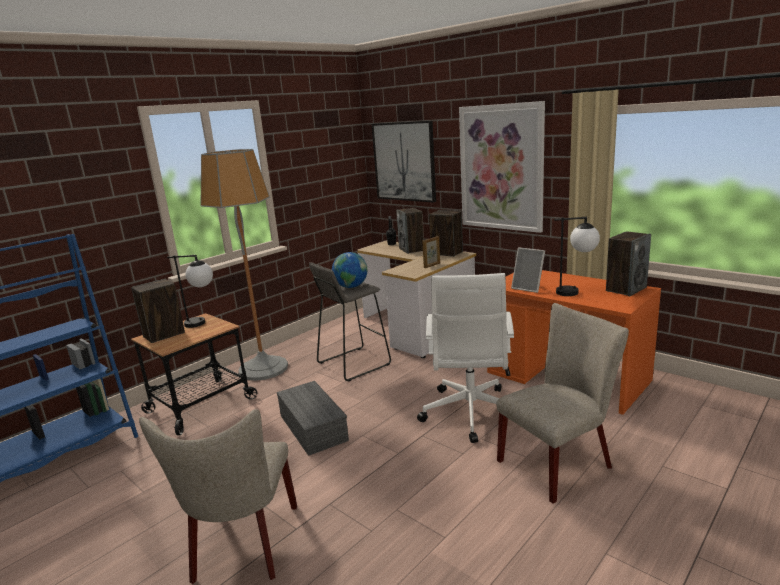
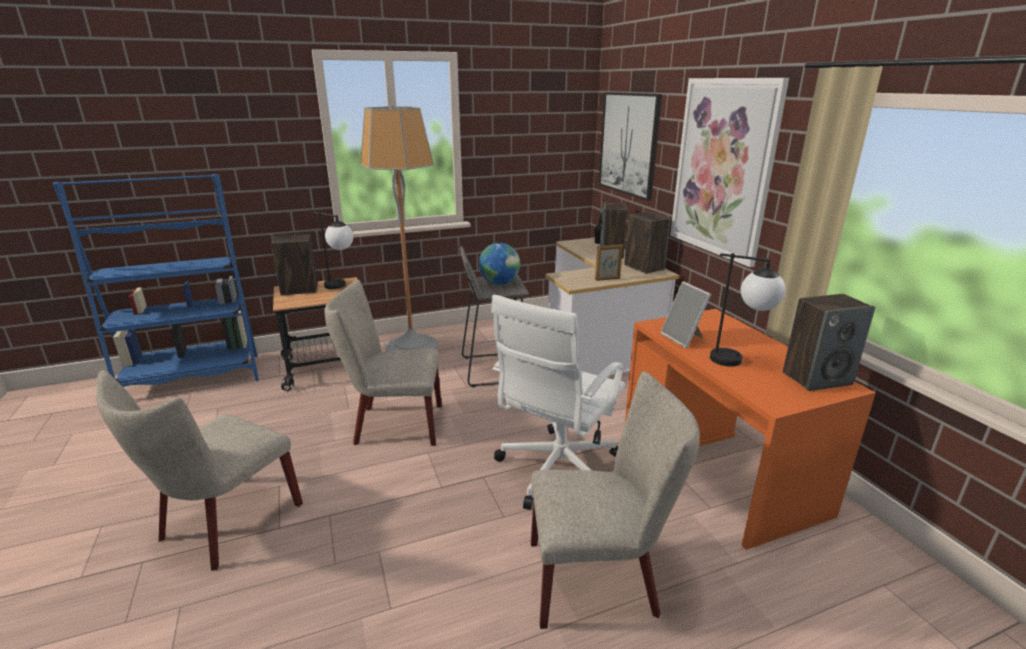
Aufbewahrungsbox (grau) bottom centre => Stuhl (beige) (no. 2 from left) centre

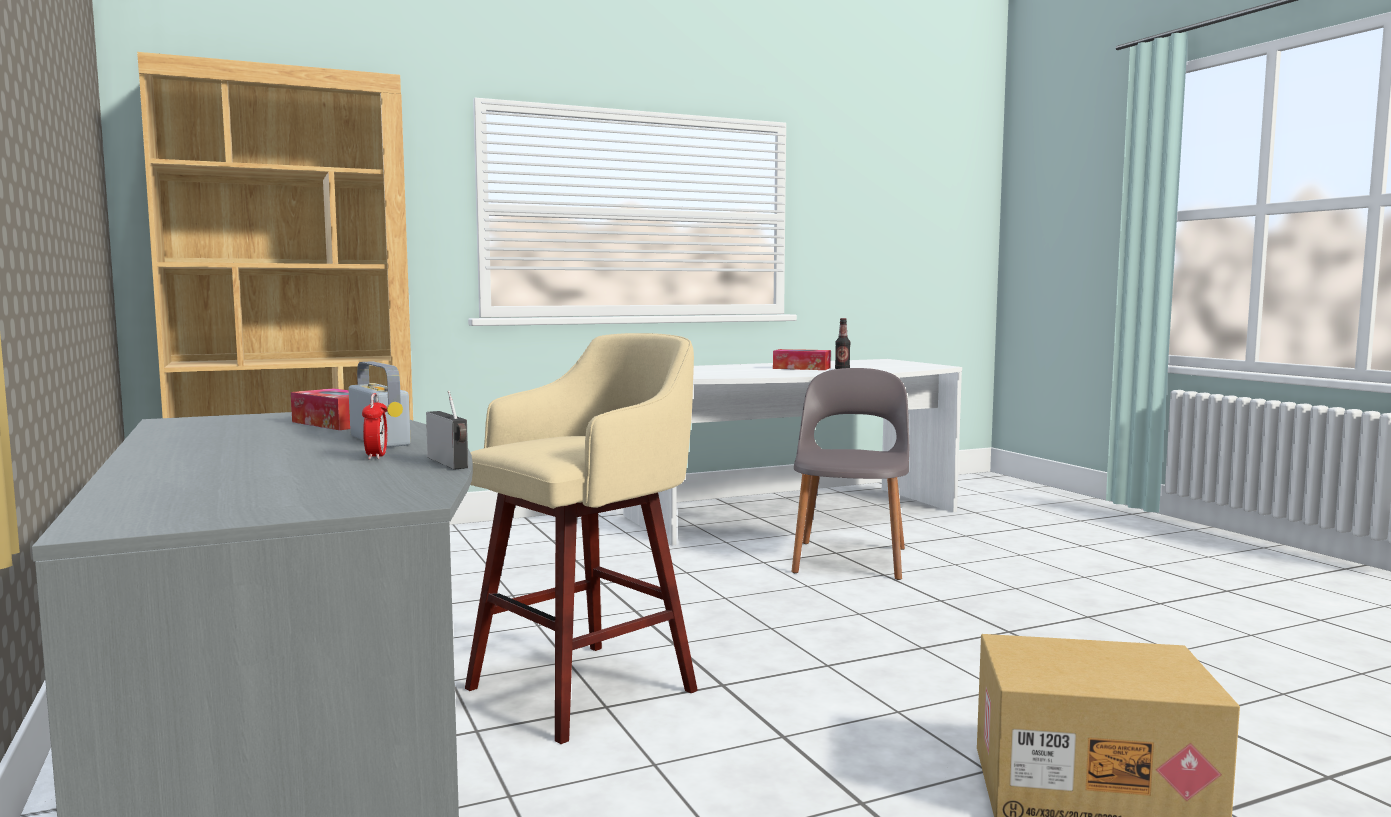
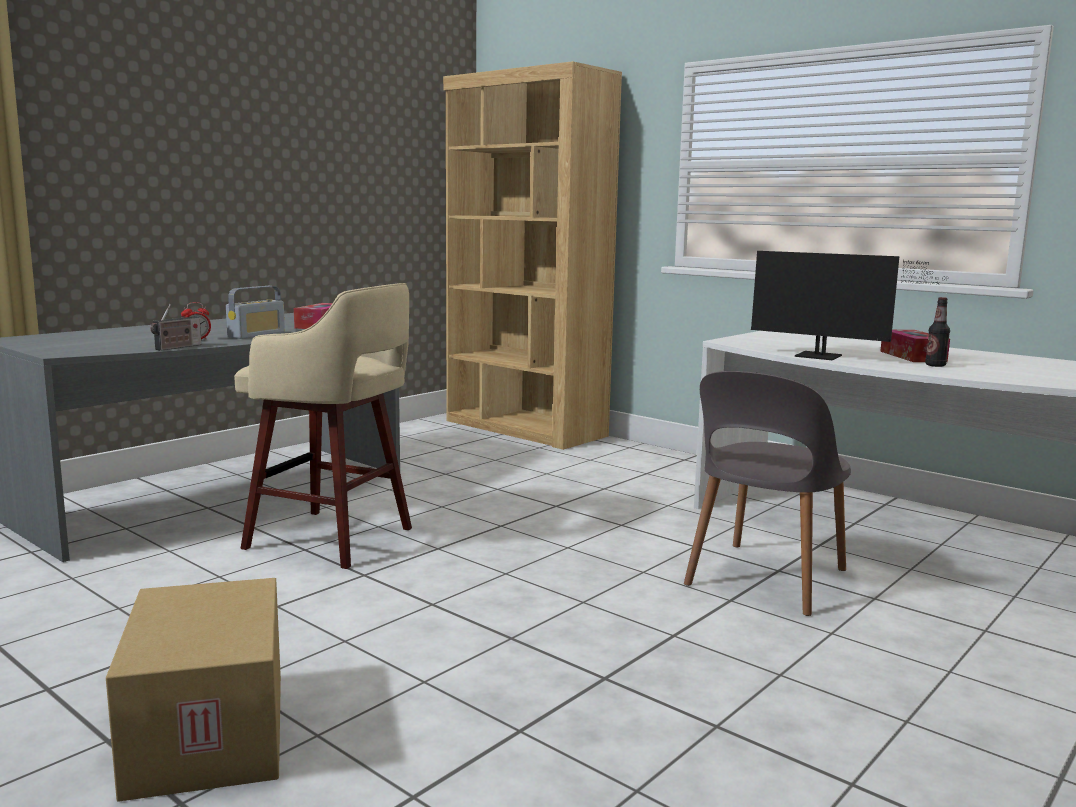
Stuhl (grau) centre => Stuhl (grau) middle right, 135 degrees clockwise
nothing => Monitor middle right

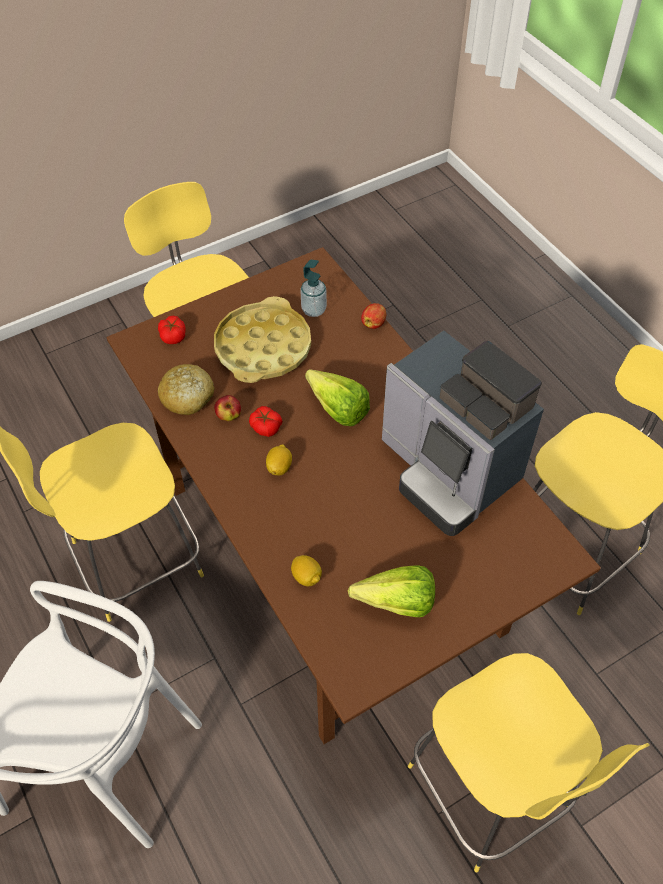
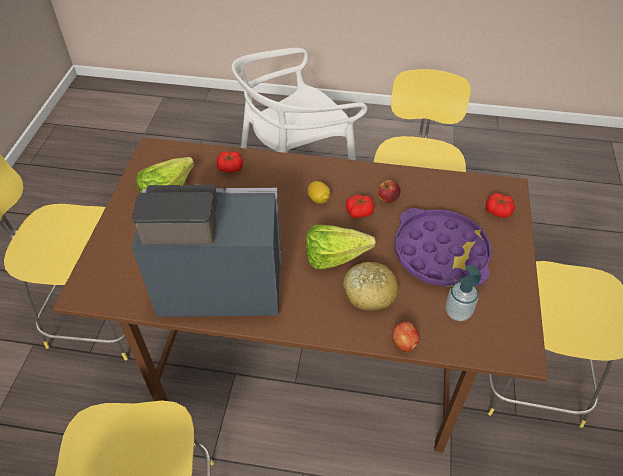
Brot middle left => Brot centre, relocated
Tablett (gelb) centre => Tablett (lila) middle right
Zitrone (no. 2 from left) centre => Tomate (no. 1 from left) centre

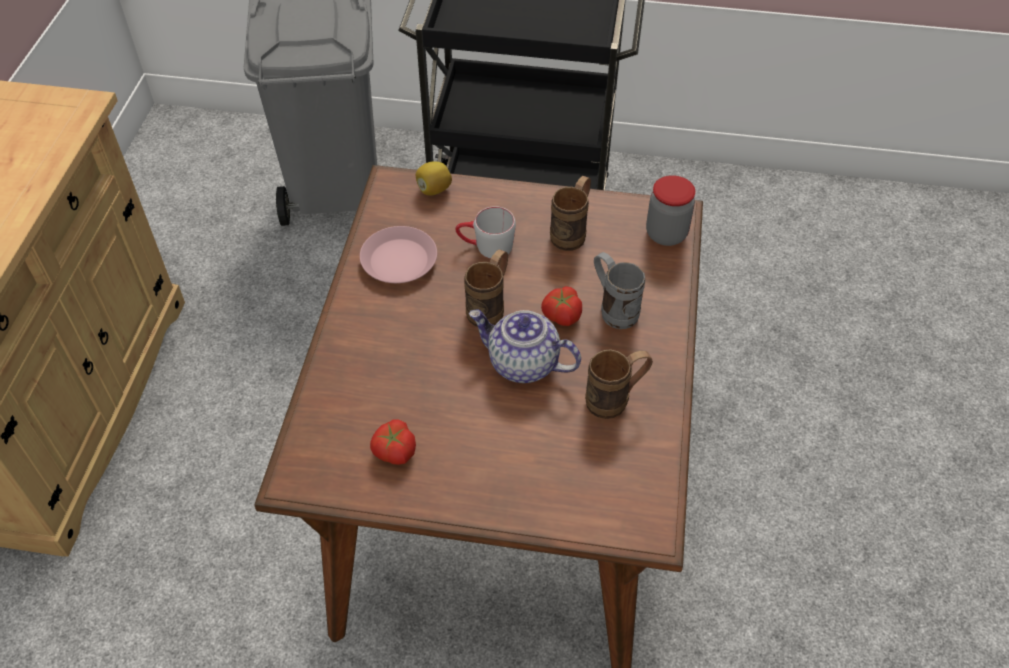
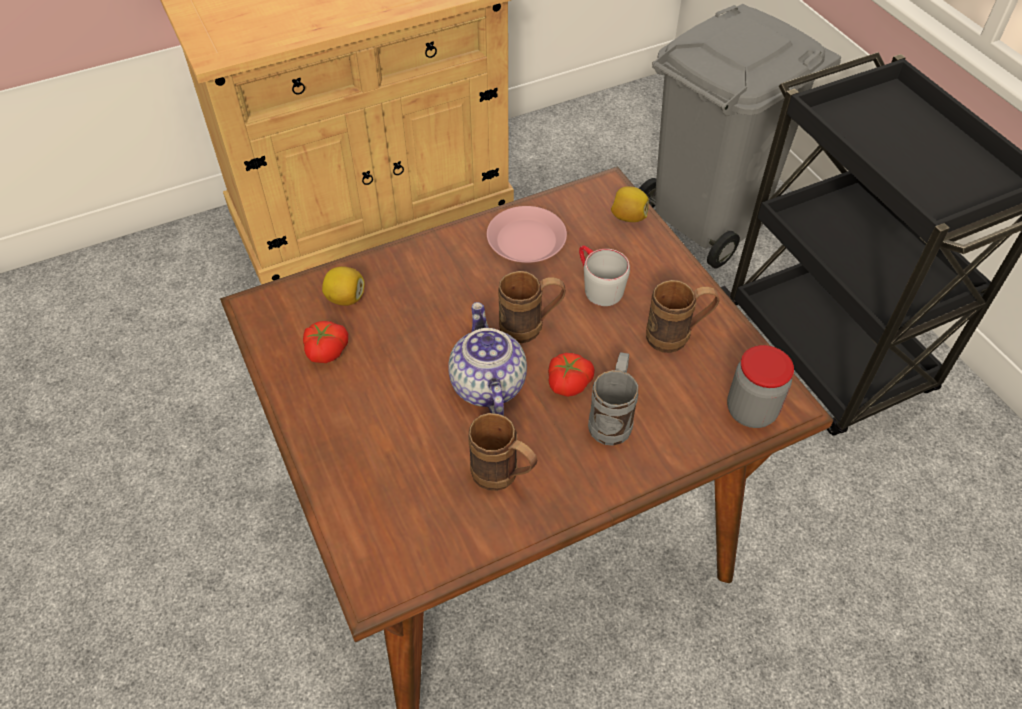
nothing => Zitrone (no. 1 from left) centre

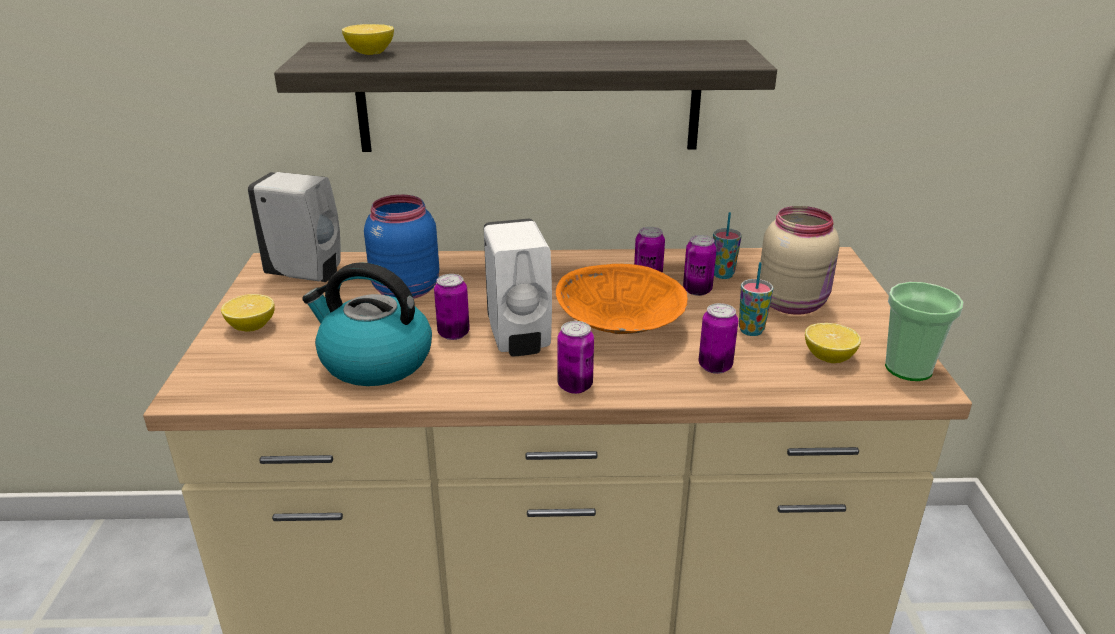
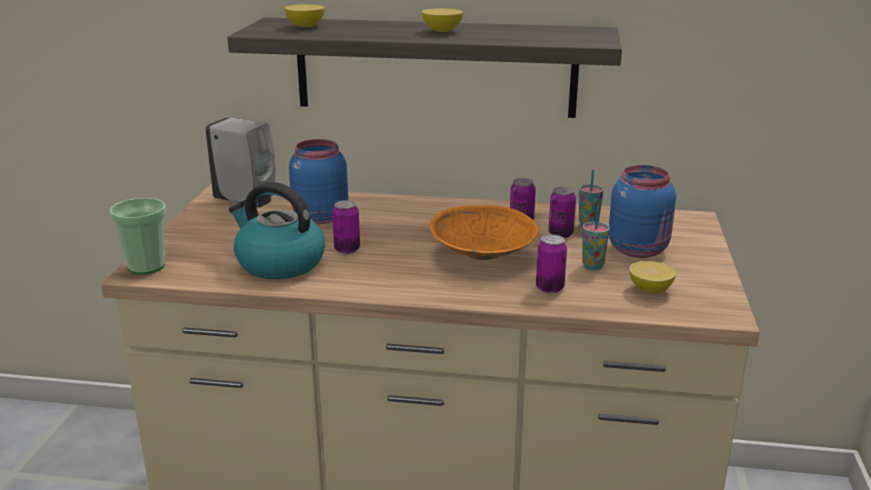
Zitrone (no. 1 from left in the first image) middle left => Zitrone (no. 2 from left) top centre, relocated
Seifenspender (weiß) (no. 2 from left) centre => nothing
Dose (no. 2 from left) centre => nothing
Vorratsglas (beige) middle right => Vorratsglas (blau) (no. 2 from left) middle right
Tasse (no. 3 from left in the first image) middle right => Tasse (no. 1 from left) middle left, relocated

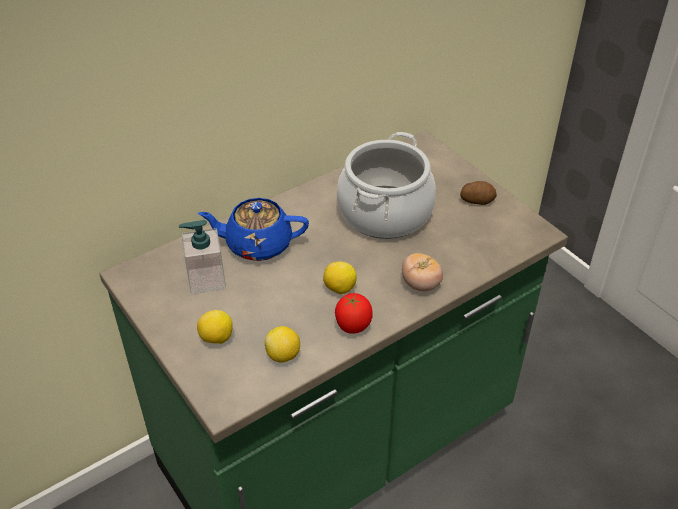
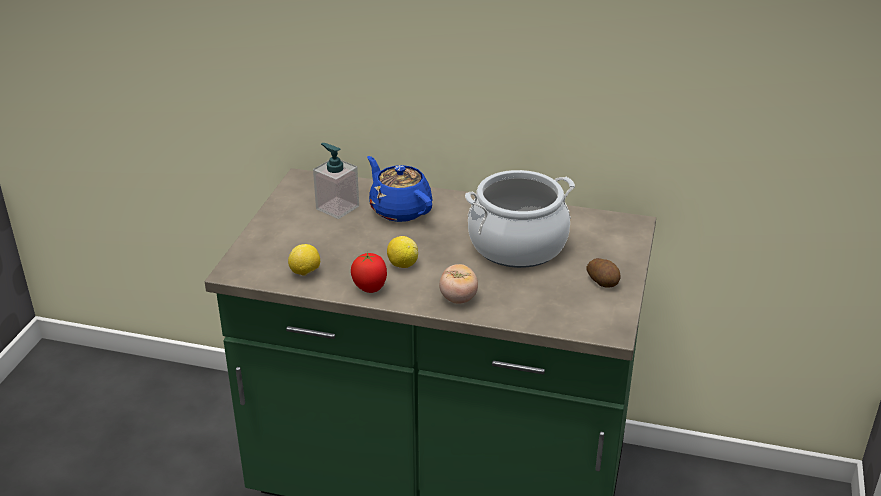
Zitrone (no. 1 from left) middle left => nothing

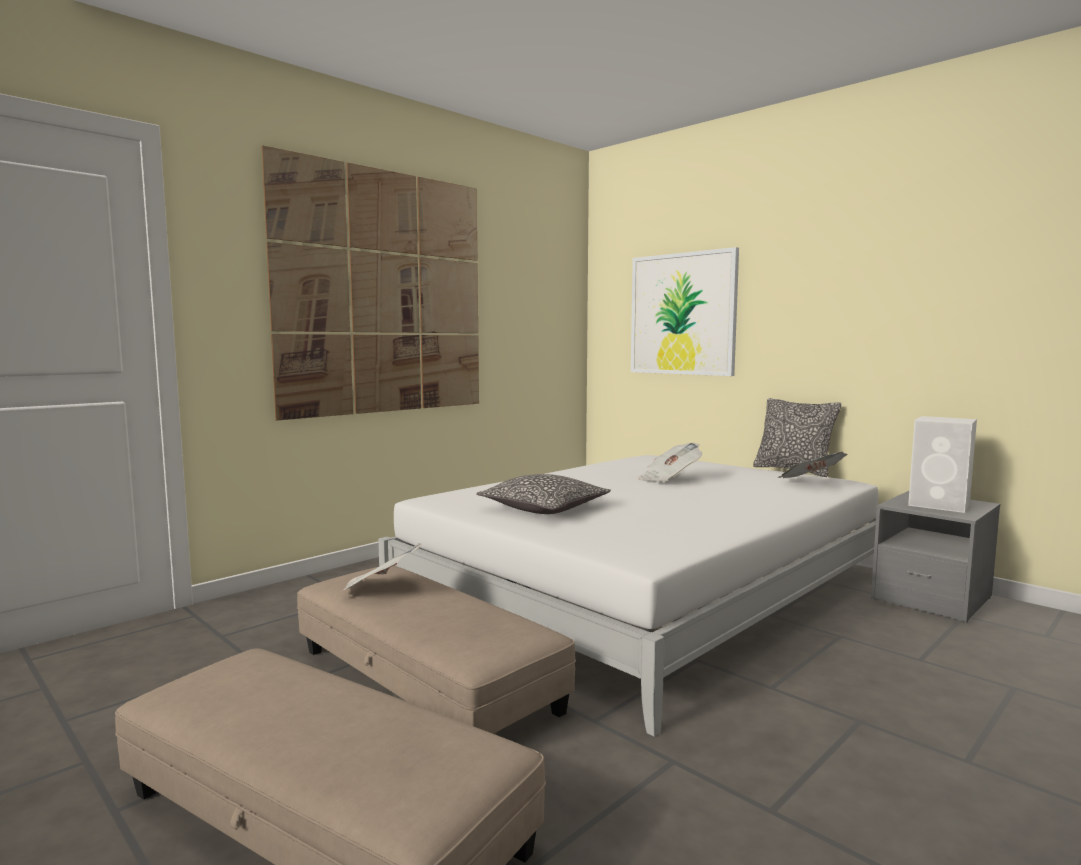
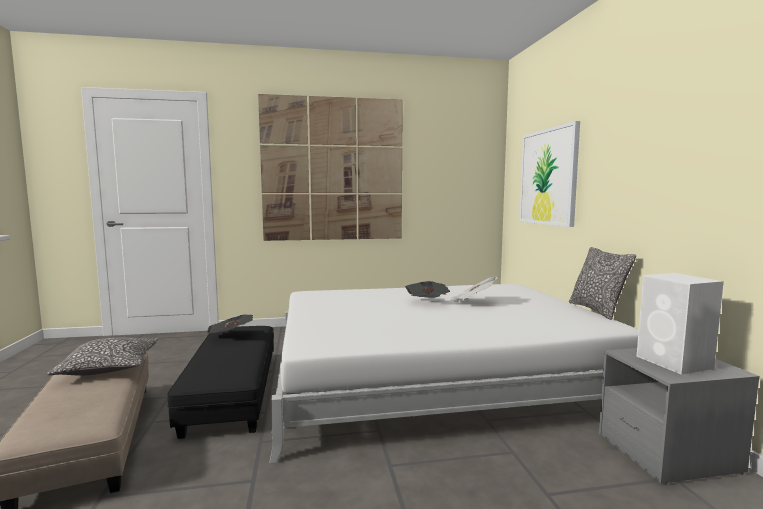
Polsterhocker (beige) (no. 2 from left) bottom centre => Polsterhocker (schwarz) bottom left
Kissen (no. 1 from left) centre => Kissen (no. 1 from left) bottom left, relocated
Zeitung (no. 3 from left in the first image) middle right => Zeitung (no. 2 from left) centre, relocated

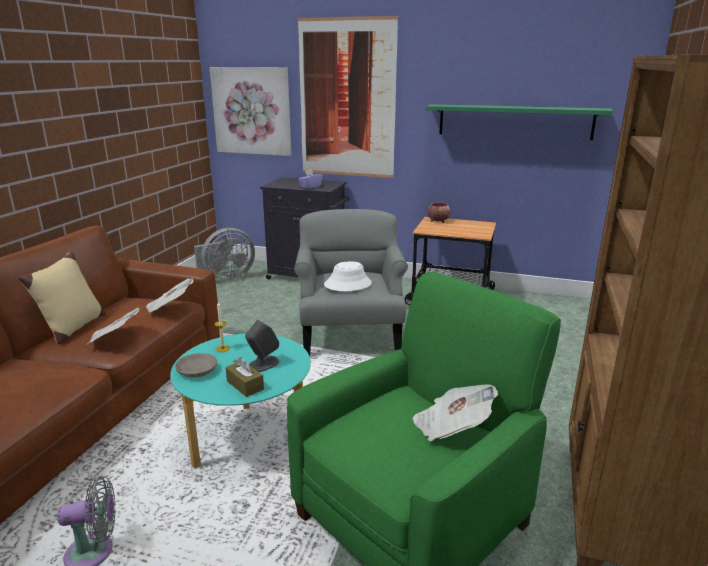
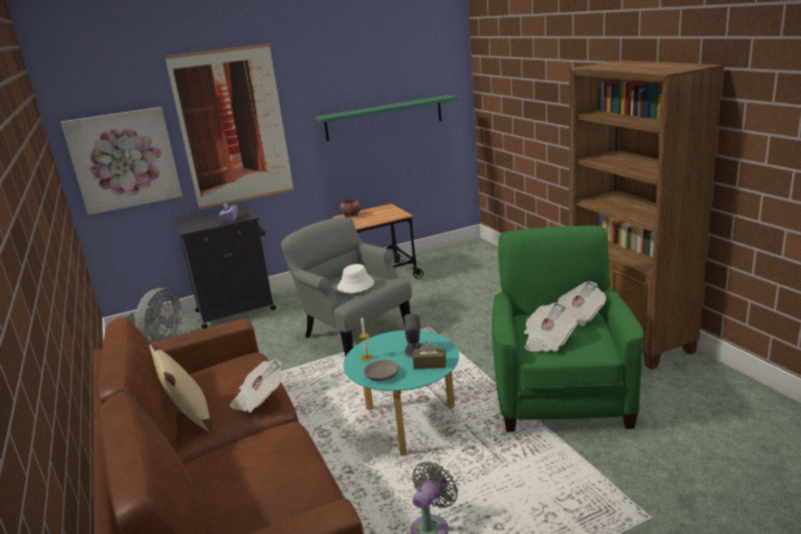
Zeitung (no. 2 from left) middle left => Zeitung (no. 2 from left) middle right, relocated

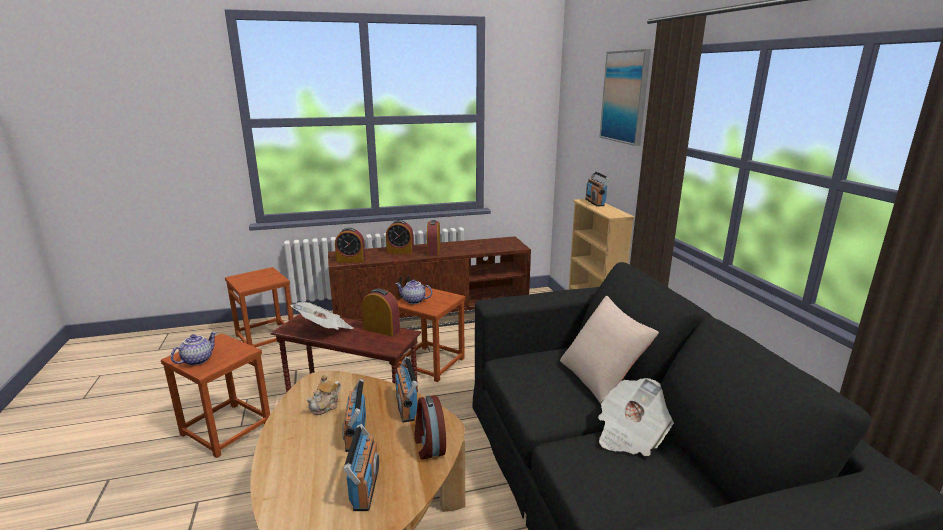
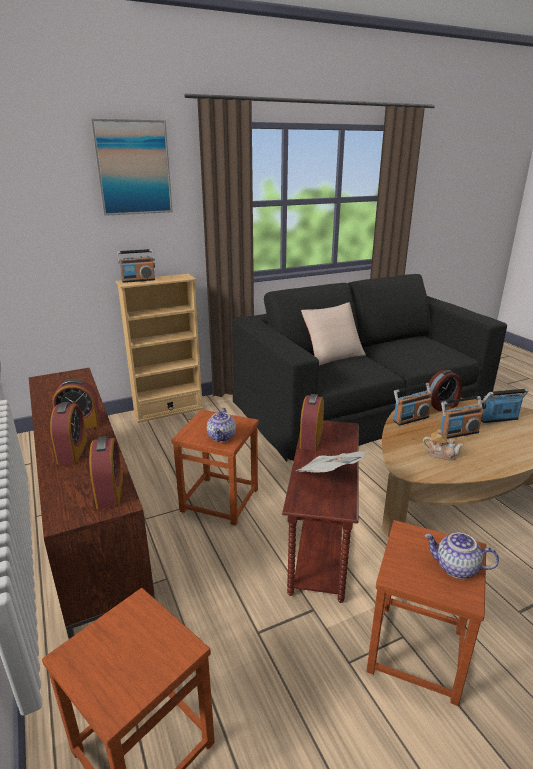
Zeitung (no. 2 from left) bottom right => nothing

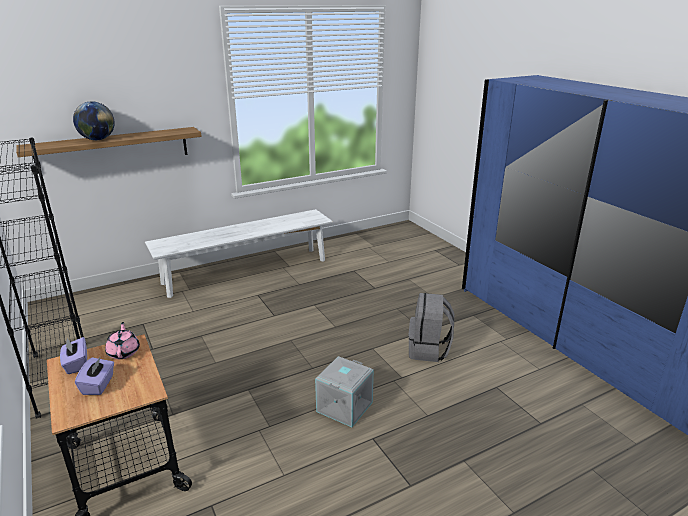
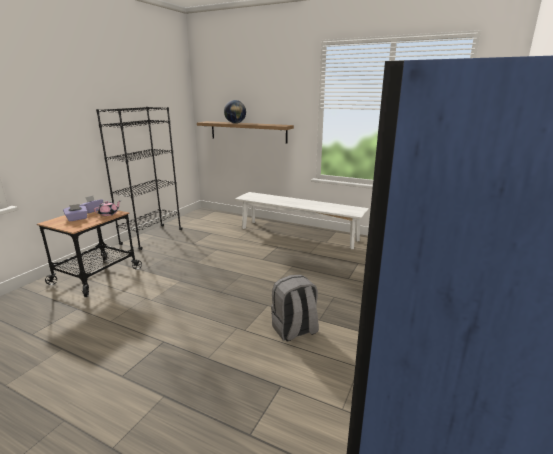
Aufbewahrungsbox (grau) bottom centre => nothing

